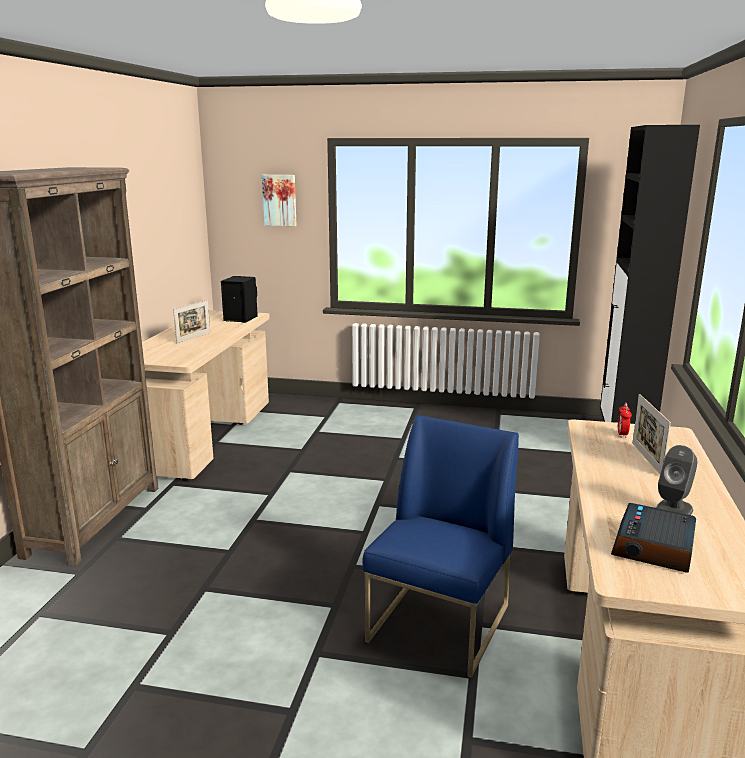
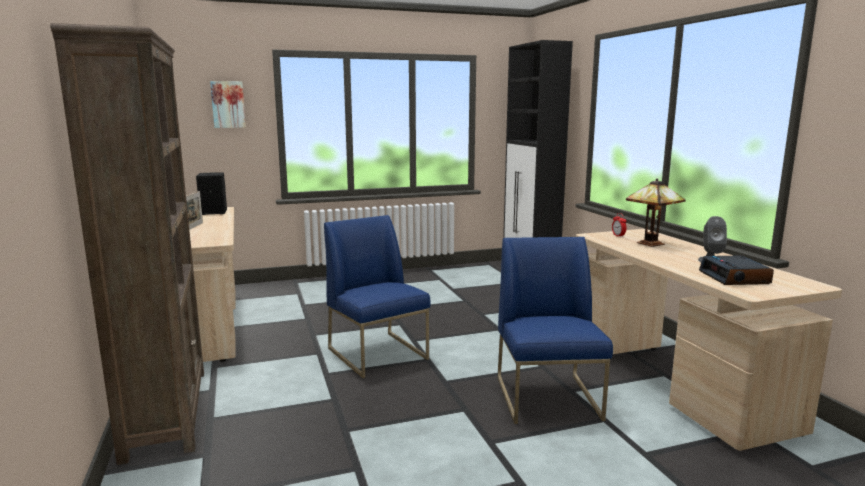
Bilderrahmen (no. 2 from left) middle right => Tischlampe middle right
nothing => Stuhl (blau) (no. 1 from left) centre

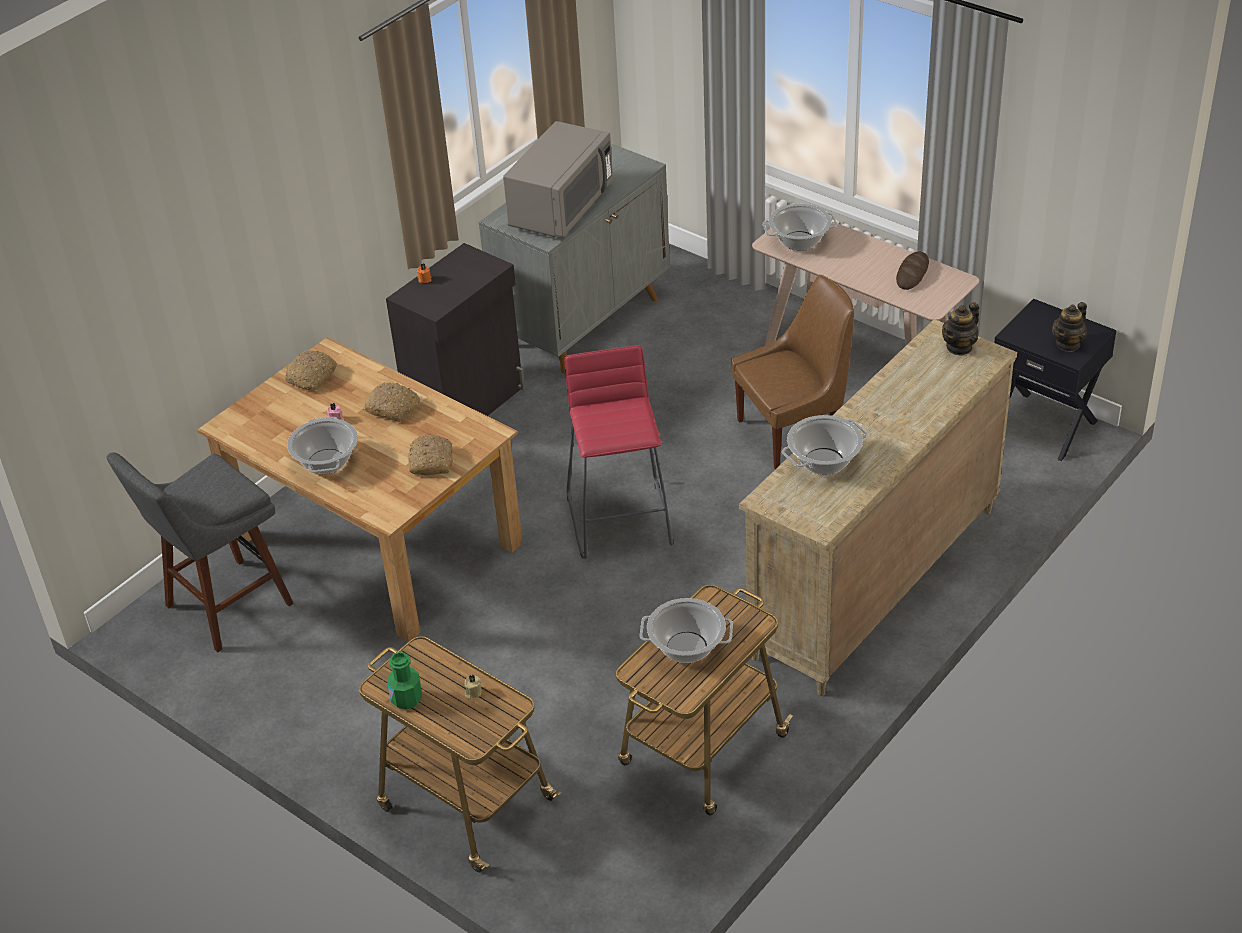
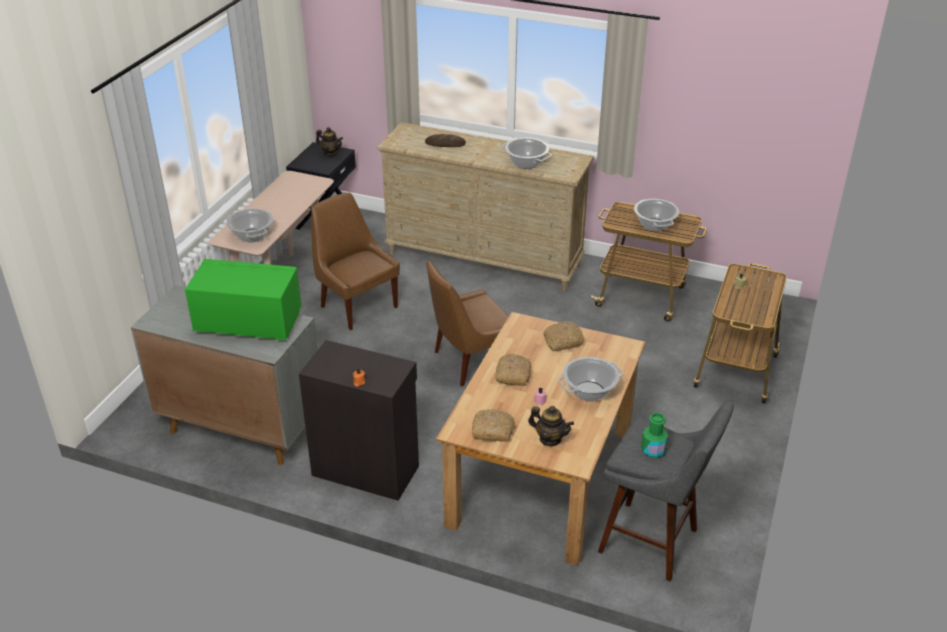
Flasche (grün) bottom left => Flasche (grün) bottom right, relocated
Mikrowelle (grau) top centre => Mikrowelle (grün) middle left
Hocker (rot) centre => Stuhl (braun) (no. 2 from left) centre
Brot (no. 4 from left in the first image) top right => Brot (no. 1 from left) top centre, relocated
Teekanne (no. 1 from left in the first image) middle right => Teekanne (no. 2 from left) bottom centre, relocated

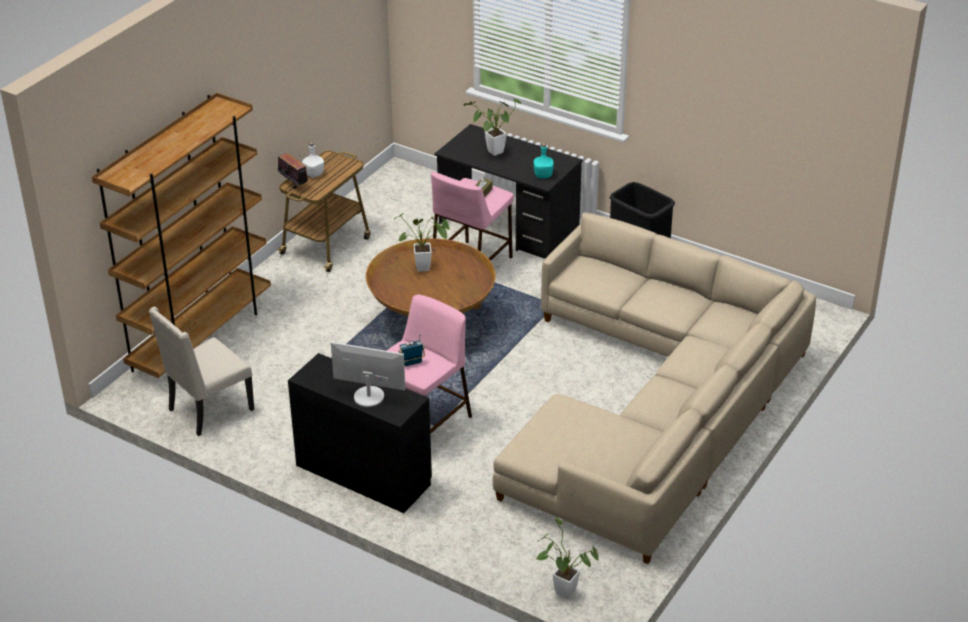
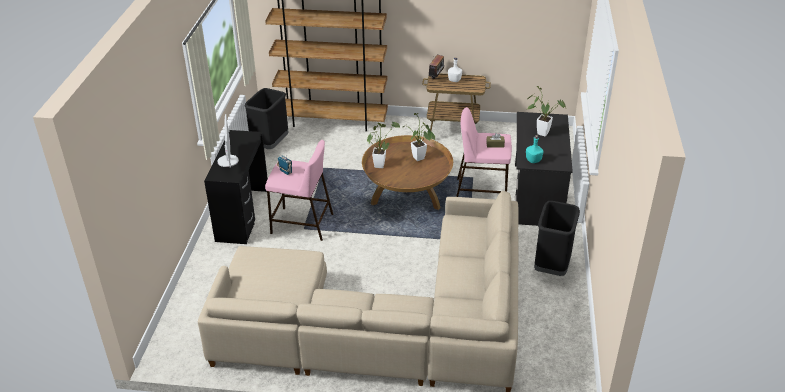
Stuhl (beige) middle left => Mülleimer (schwarz) (no. 1 from left) top centre
Topfpflanze (no. 3 from left in the first image) bottom centre => Topfpflanze (no. 1 from left) centre, relocated

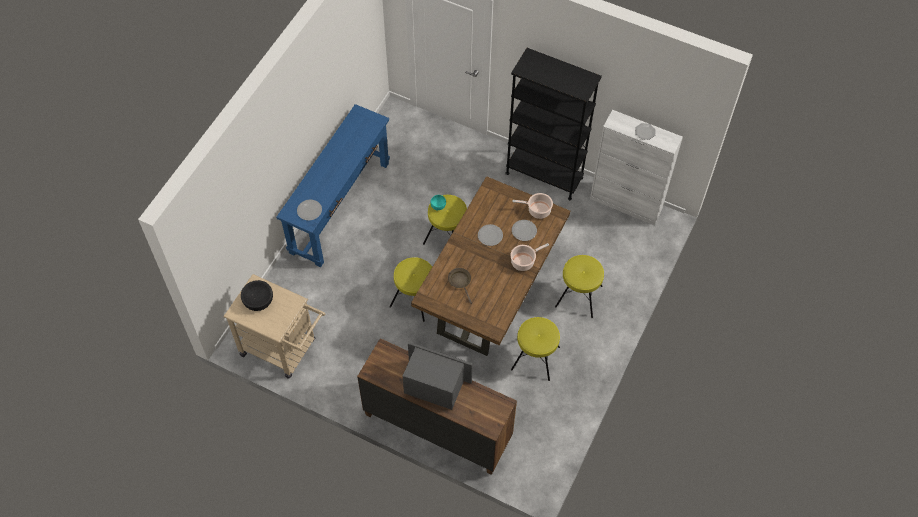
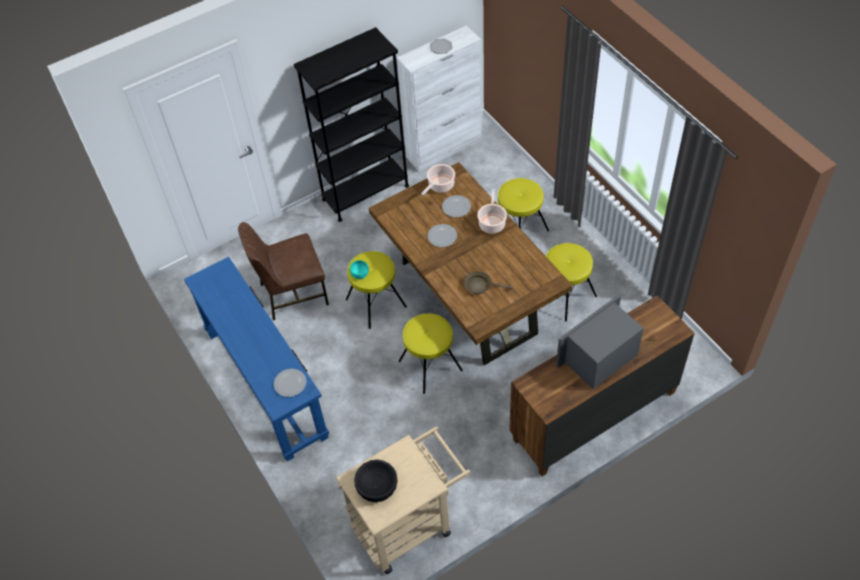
nothing => Stuhl (braun) middle left

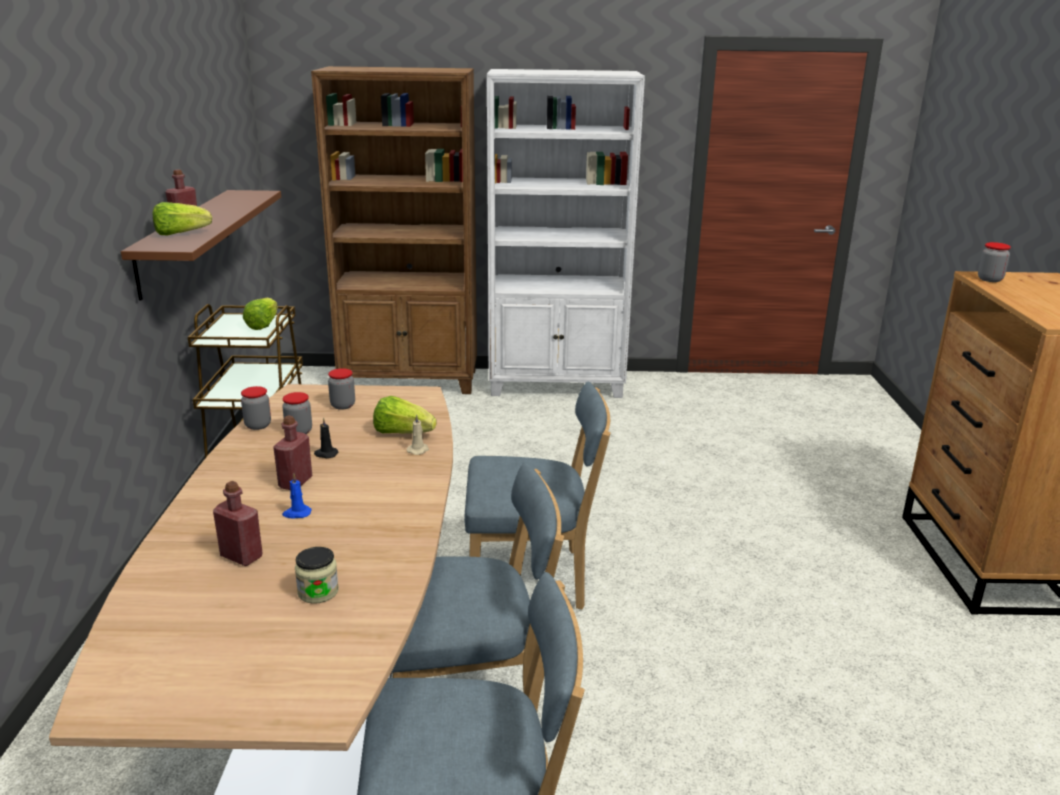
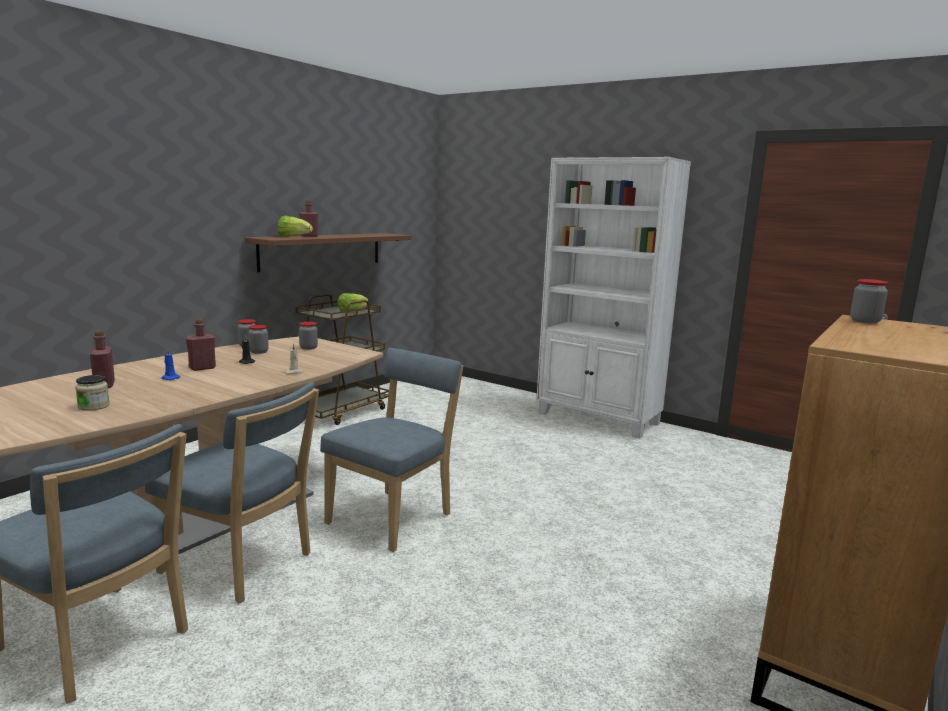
Bücherregal (braun) top centre => nothing
Salatkopf (no. 3 from left) centre => nothing
Stuhl (blau) (no. 3 from left) centre, 90 degrees counterclockwise

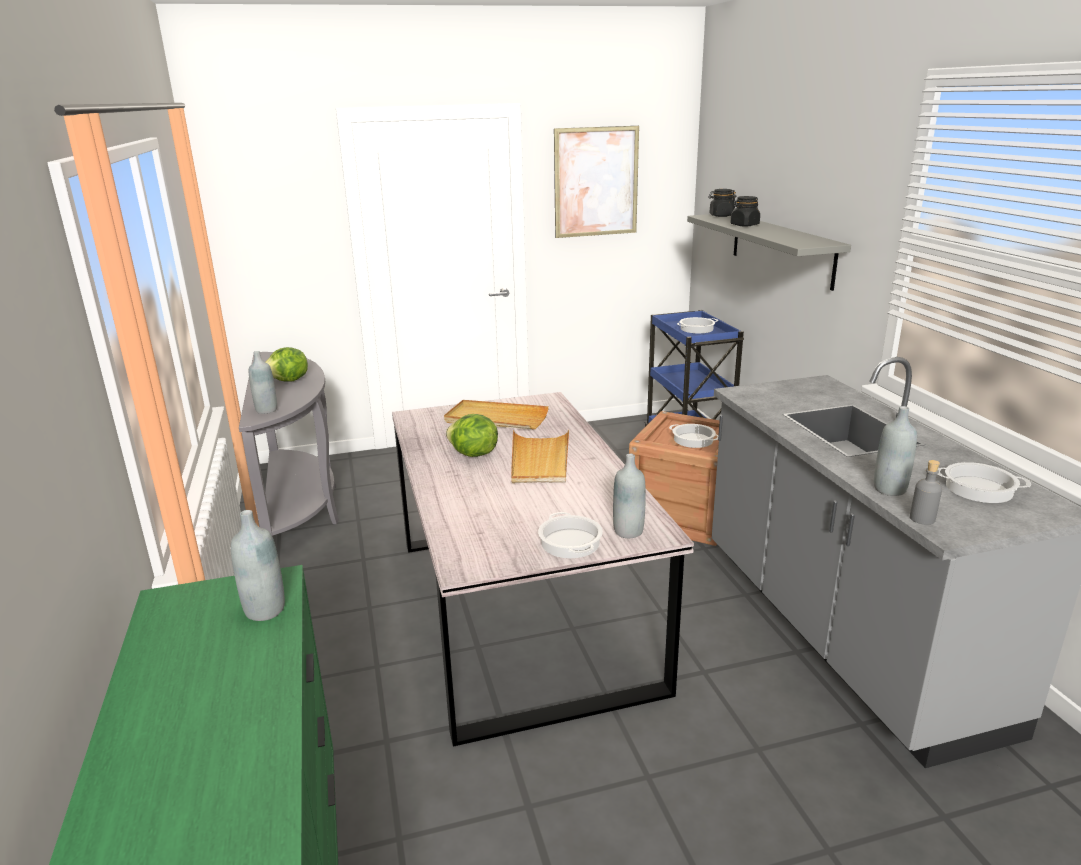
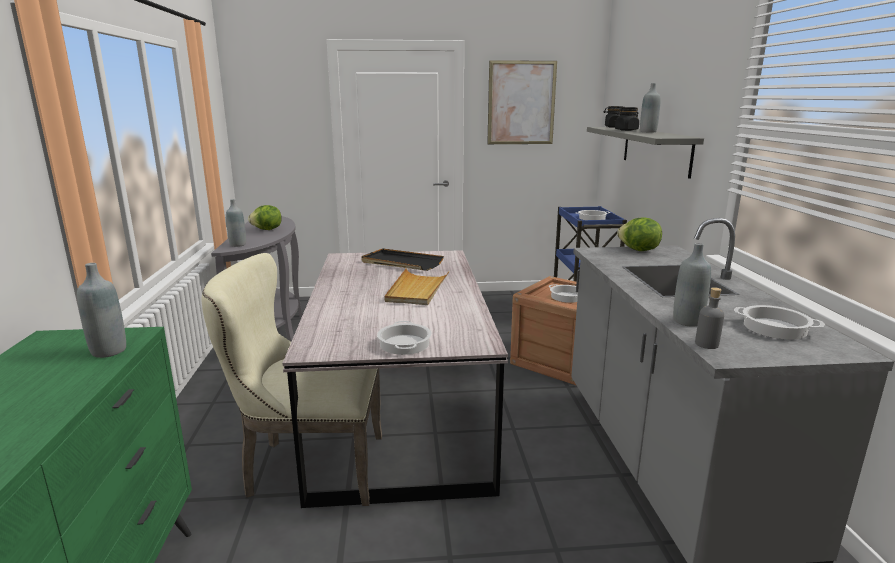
Tablett (beige) (no. 1 from left) centre => Tablett (schwarz) centre
Salatkopf (no. 2 from left) centre => Salatkopf (no. 2 from left) middle right, relocated
Flasche (grau) (no. 3 from left) centre => Flasche (grau) (no. 3 from left) top right, relocated
nothing => Stuhl (beige) bottom left

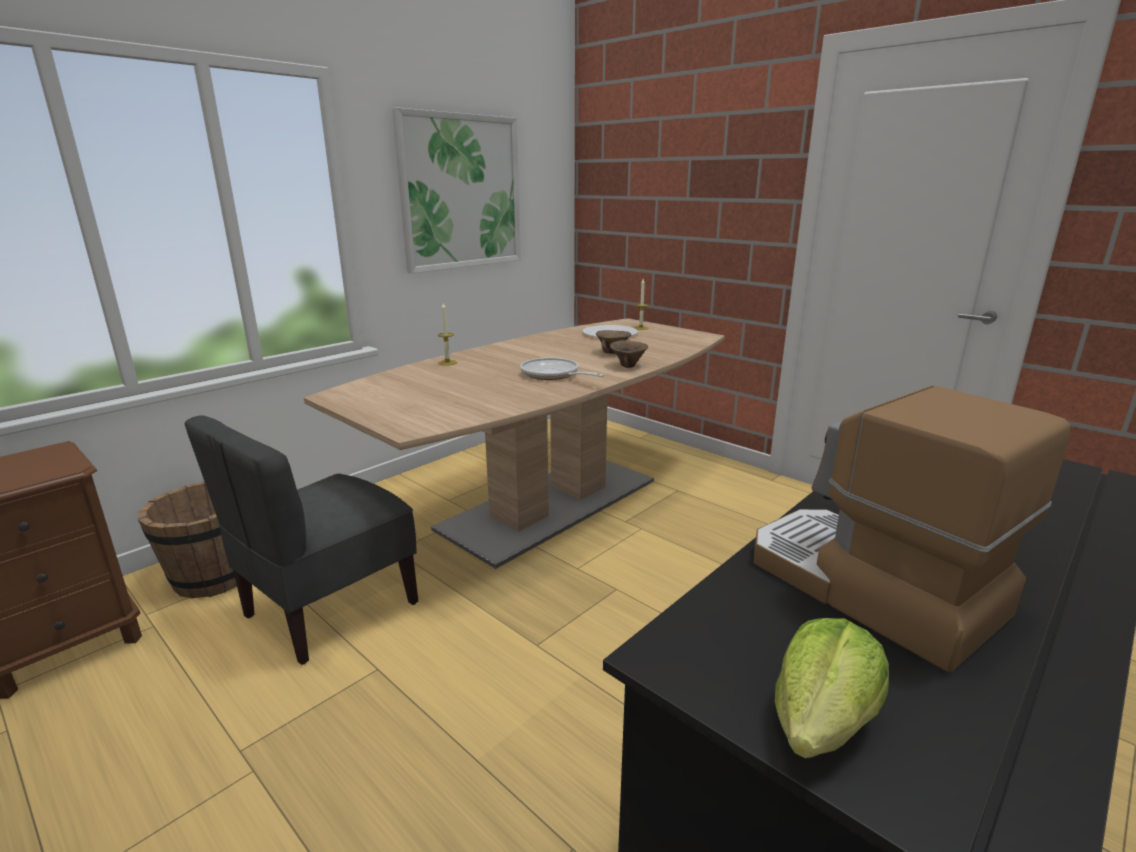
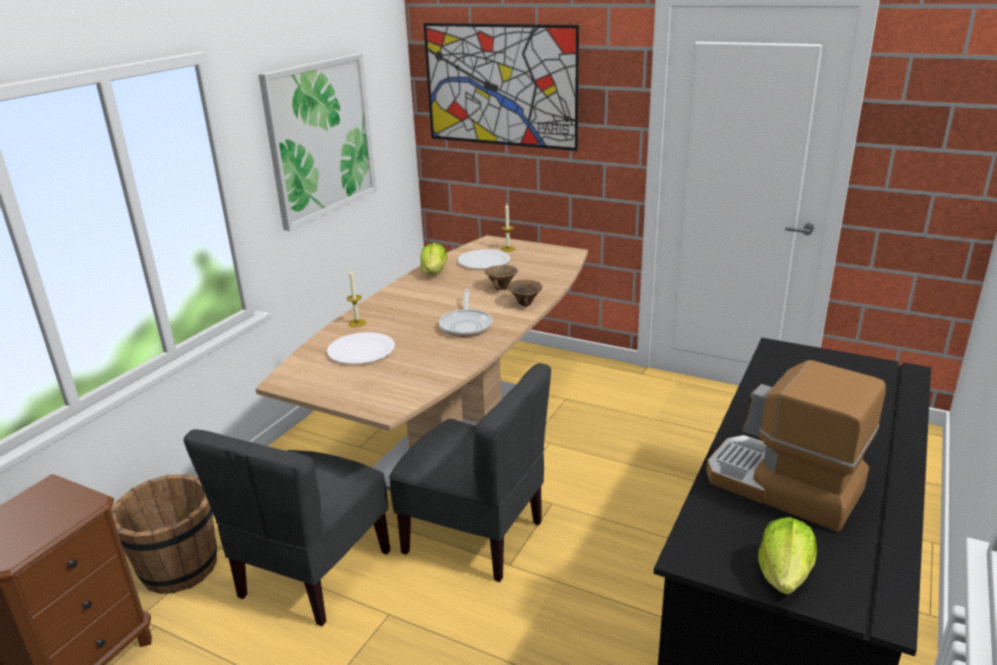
Pfanne centre, 120 degrees counterclockwise
nothing => Teller (weiß) (no. 1 from left) centre
nothing => Stuhl (grau) (no. 2 from left) bottom centre
nothing => Salatkopf (no. 1 from left) centre
nothing => Bild (no. 2 from left) top centre

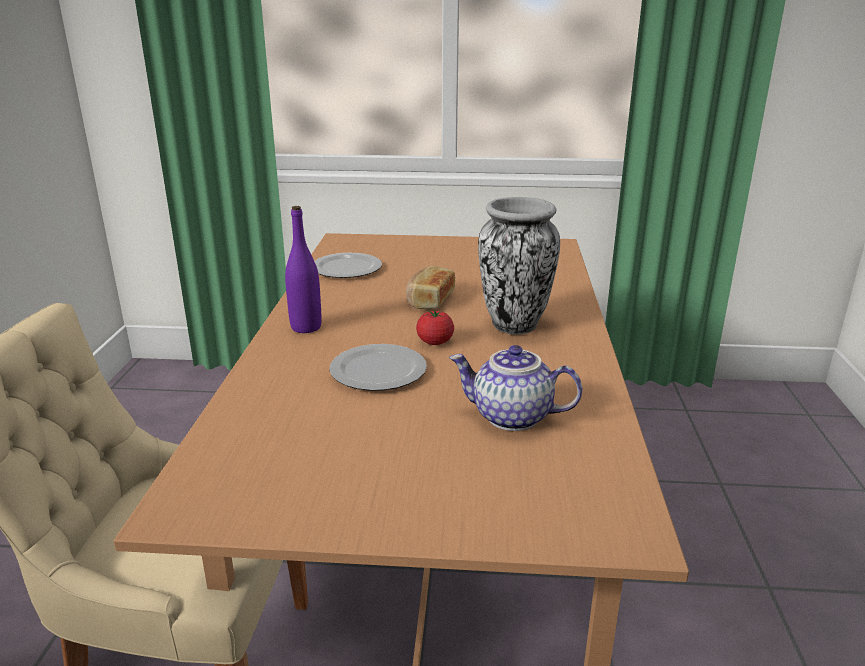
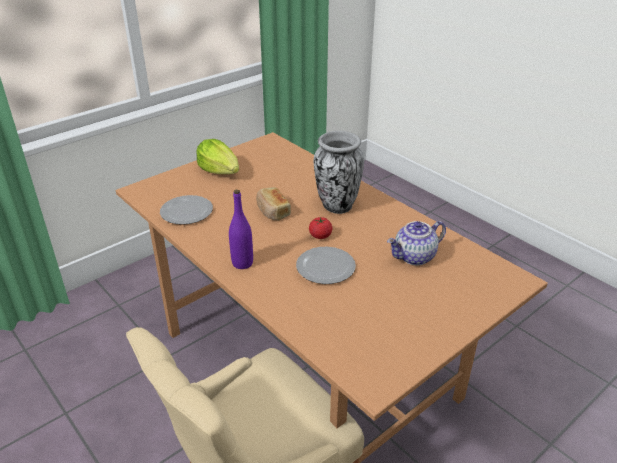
nothing => Salatkopf centre

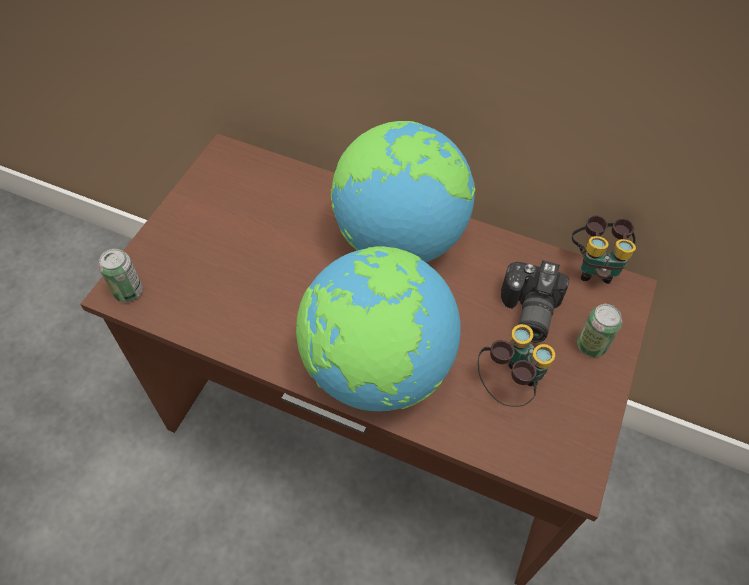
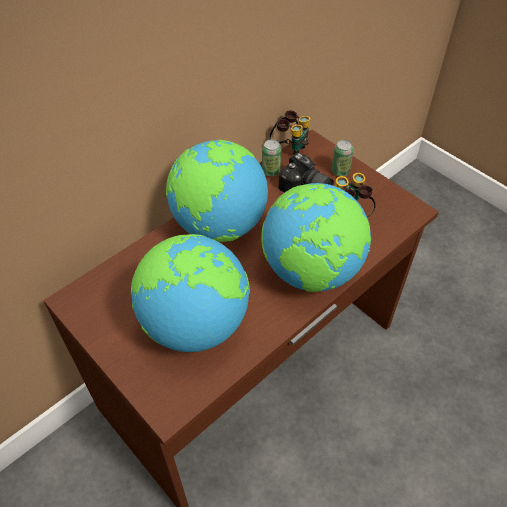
Dose (no. 1 from left) middle left => Dose (no. 1 from left) top centre, relocated
nothing => Globus (no. 1 from left) centre

